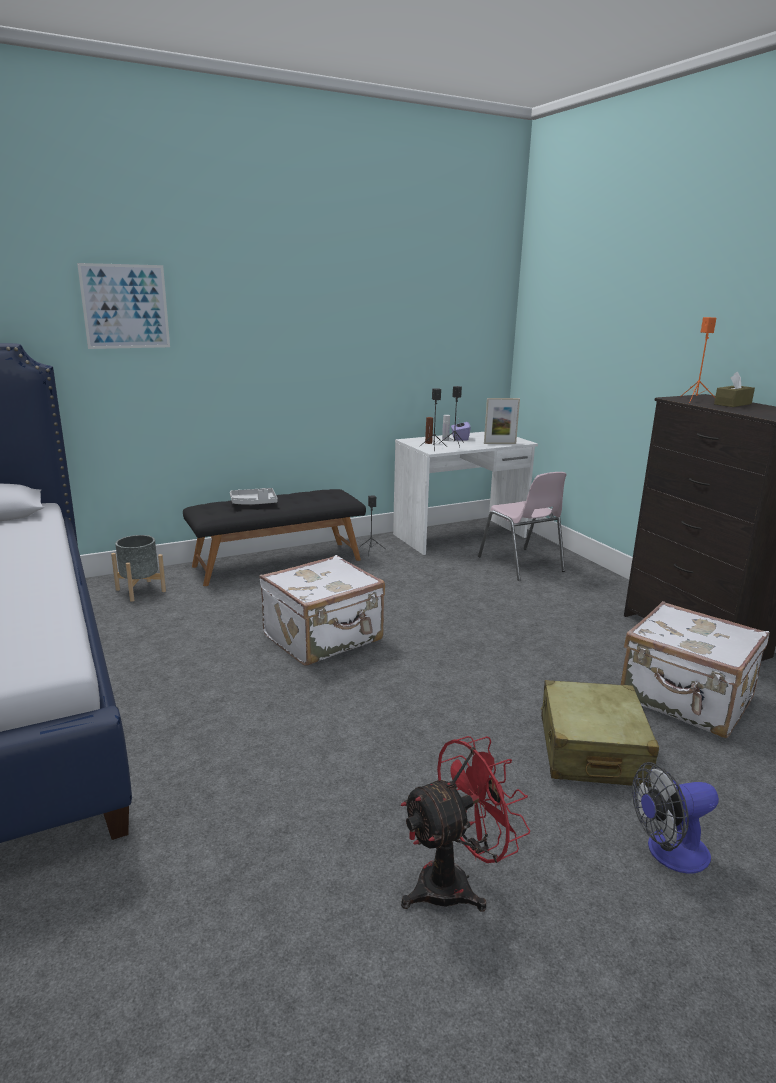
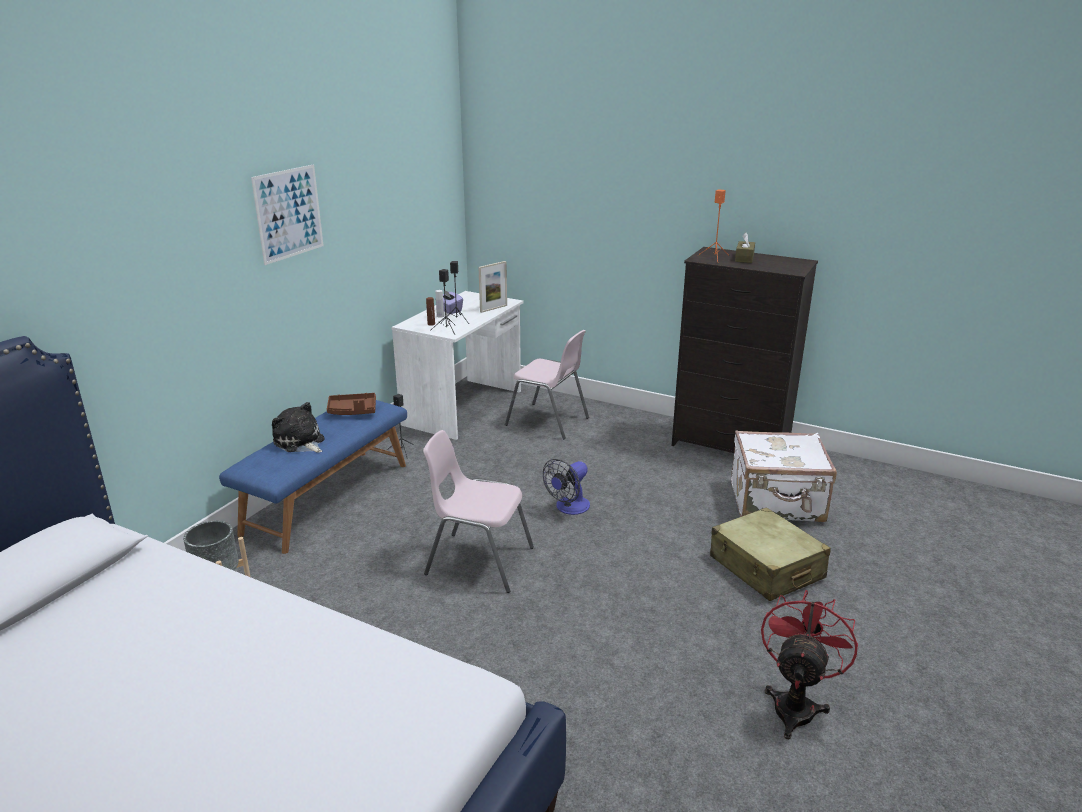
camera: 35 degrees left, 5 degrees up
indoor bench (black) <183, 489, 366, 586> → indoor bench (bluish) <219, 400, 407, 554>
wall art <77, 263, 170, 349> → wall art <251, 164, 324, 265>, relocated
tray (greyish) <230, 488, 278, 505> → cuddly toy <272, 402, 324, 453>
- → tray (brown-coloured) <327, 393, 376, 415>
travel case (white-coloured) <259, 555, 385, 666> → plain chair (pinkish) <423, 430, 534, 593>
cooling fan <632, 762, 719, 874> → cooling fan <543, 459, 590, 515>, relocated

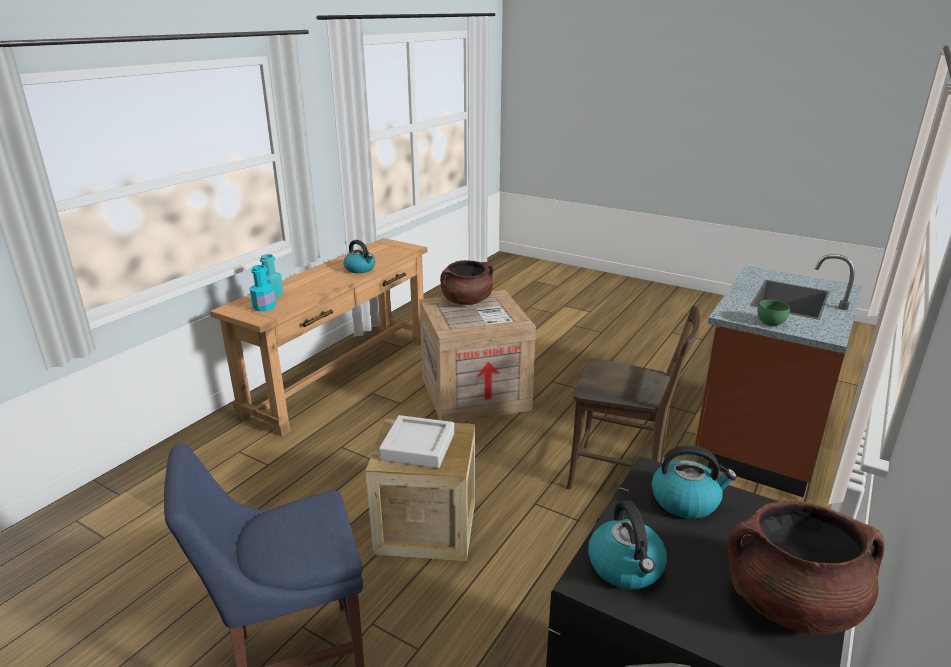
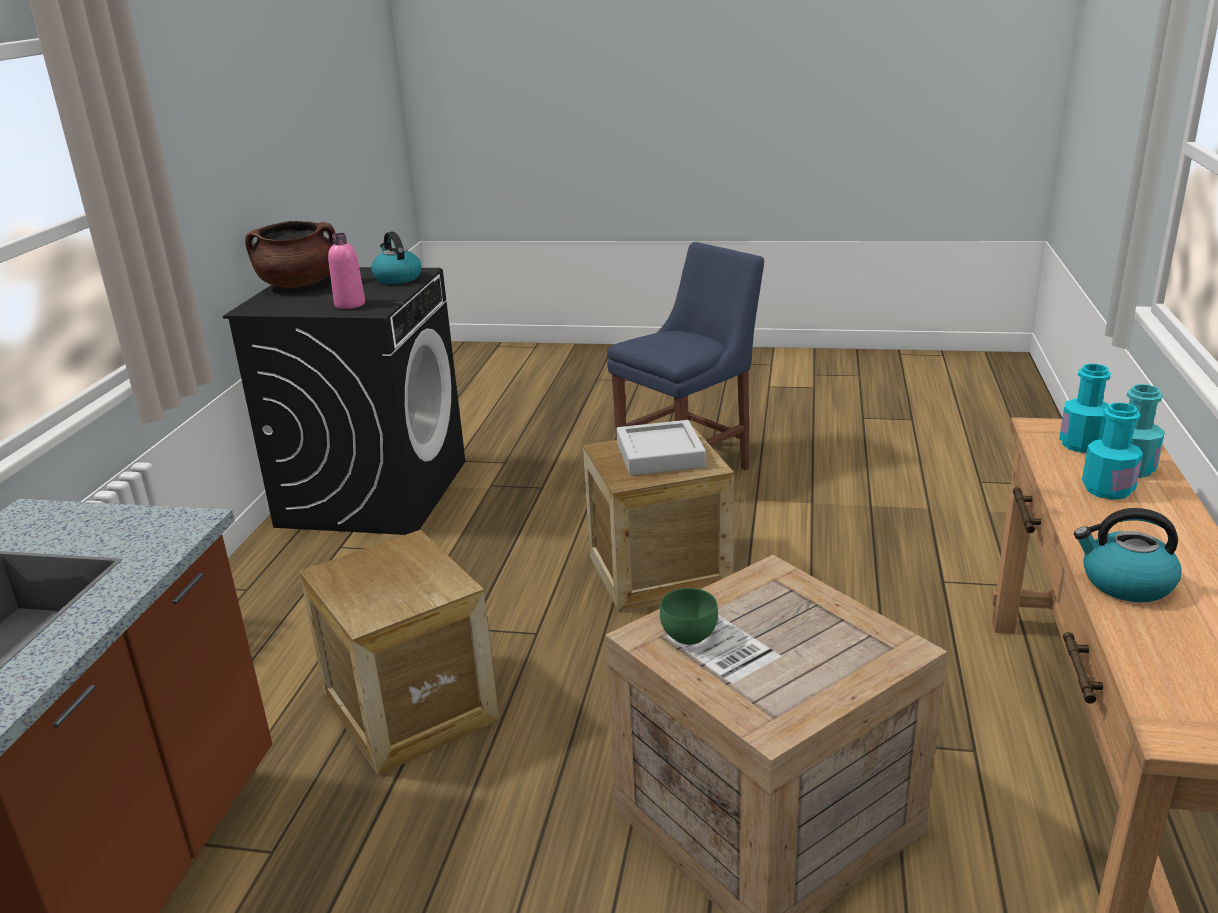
camera: 160 degrees right, 0 degrees up
plain chair (brown-coloured) <566, 305, 700, 489> → packing crate <299, 530, 499, 775>
tea kettle <652, 445, 737, 519> → bottle (pinkish) <328, 233, 365, 309>
serving bowl (greenish) <757, 300, 790, 327> → serving bowl (greenish) <660, 588, 718, 645>, relocated
- → bottle (turquoise) <1082, 402, 1143, 500>
saucepot (brown-coloured) <440, 260, 493, 305> → -

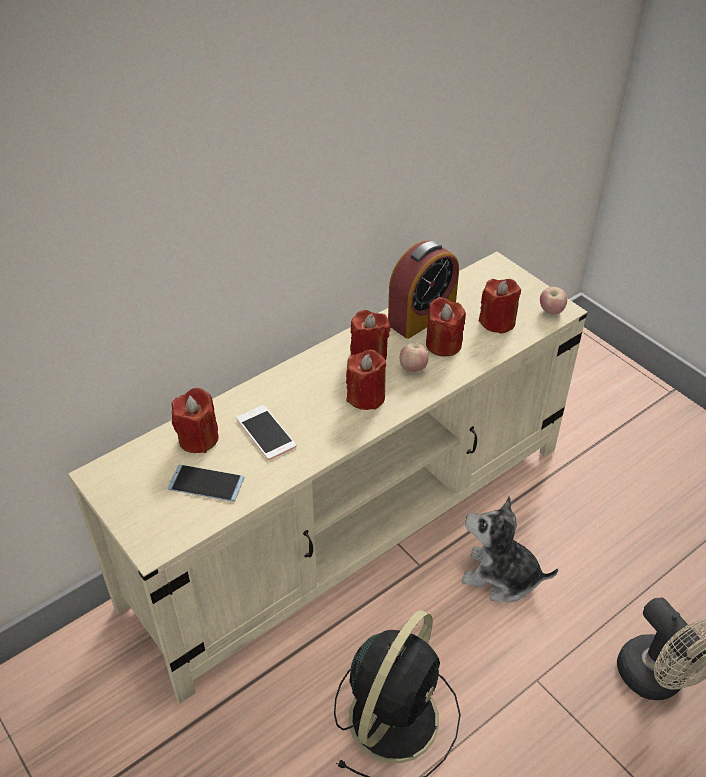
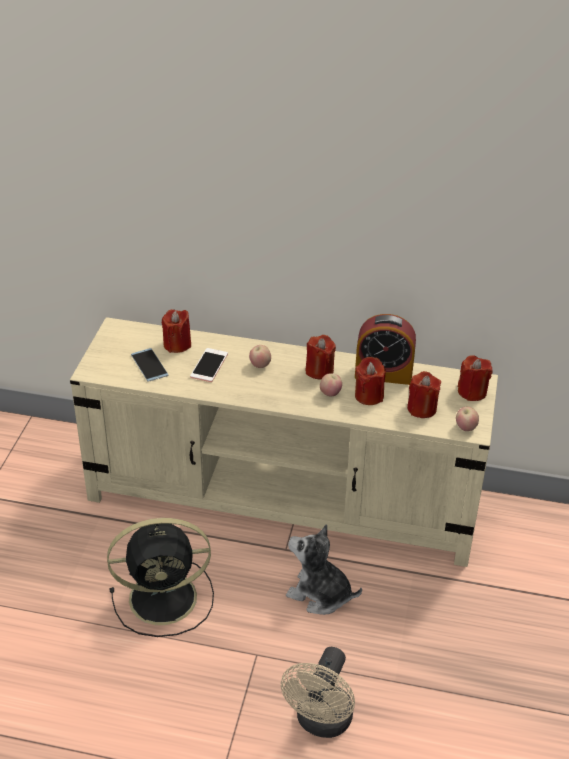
camera: 50 degrees right, 5 degrees down
- → apple <249, 345, 271, 368>
cuddly toy <462, 496, 558, 602> → cuddly toy <286, 524, 362, 615>, 45 degrees counterclockwise
wax candle (reddish) <346, 349, 386, 410> → wax candle (reddish) <458, 355, 493, 401>, relocated

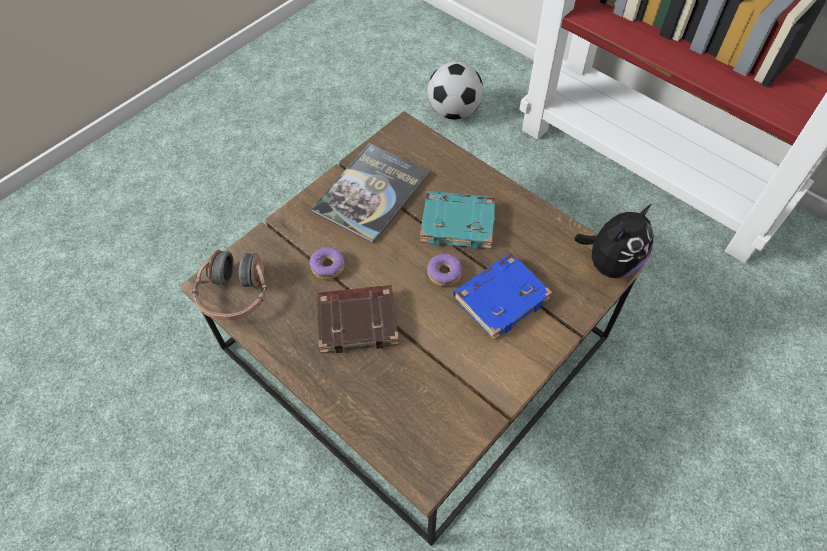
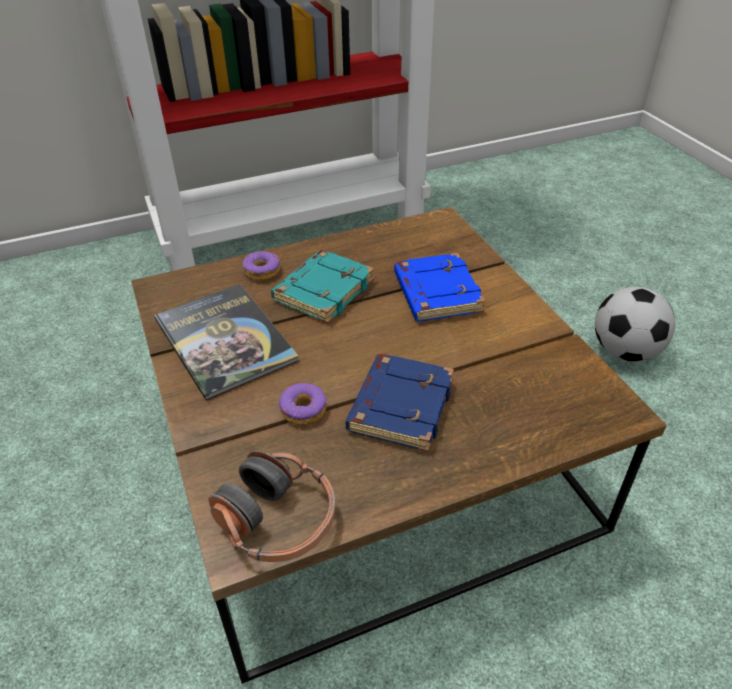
camera: 65 degrees left, 15 degrees down
ring doughnut <427, 254, 462, 286> → ring doughnut <242, 251, 280, 281>, relocated
volume (brown-coloured) <317, 285, 399, 353> → volume (bluish) <345, 354, 454, 452>
football <427, 62, 483, 120> → football <595, 287, 675, 362>, relocated
cuddly toy <574, 204, 654, 278> → -

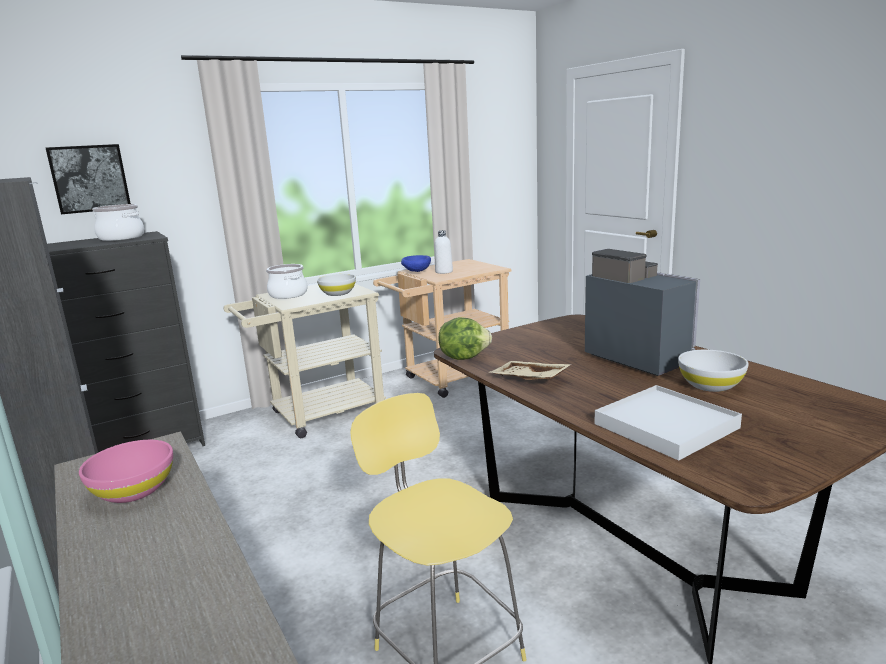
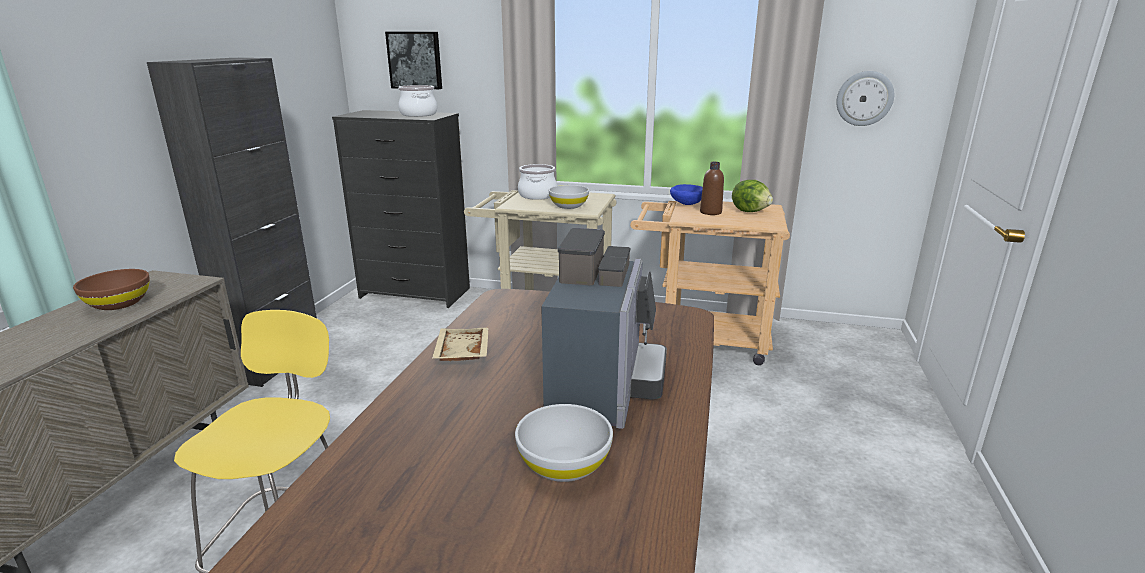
camera: 45 degrees right, 5 degrees up
serving bowl (pinkish) <79, 440, 173, 503> → serving bowl (brown-coloured) <73, 269, 150, 310>
bottle (white-coloured) <435, 230, 453, 274> → bottle (brown-coloured) <700, 162, 724, 215>
lettuce <438, 317, 492, 360> → lettuce <732, 180, 773, 212>, relocated
- → clock on the wall <836, 71, 894, 126>
tray (white-coloured) <594, 385, 742, 461> → -

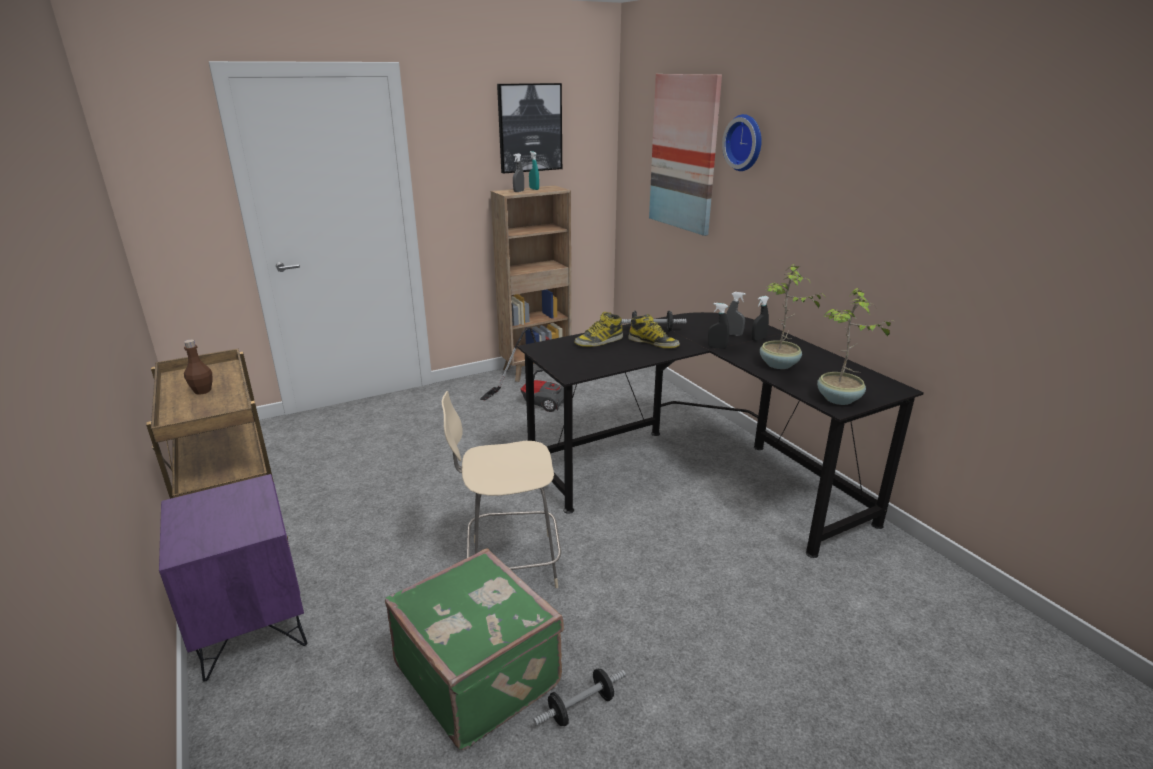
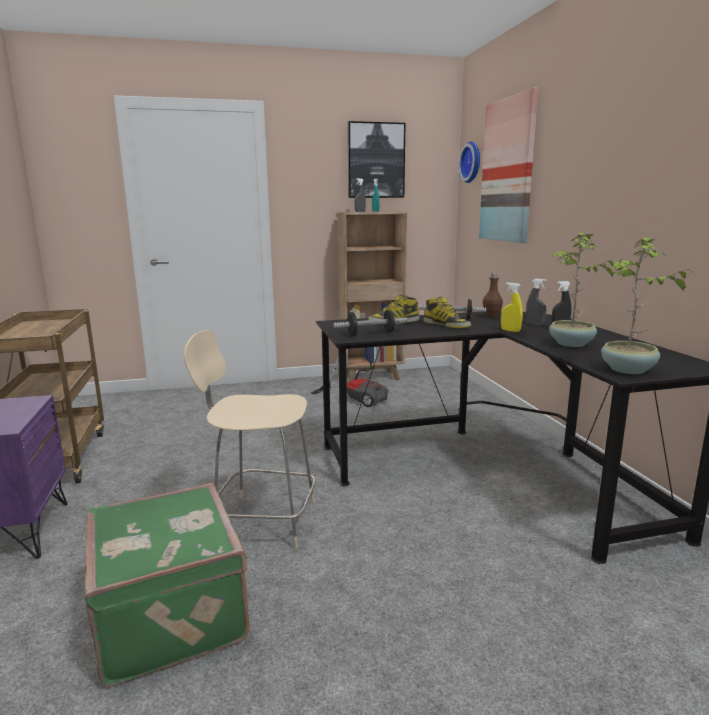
camera: 15 degrees right, 10 degrees down
dumbbell <533, 669, 626, 726> → dumbbell <334, 310, 407, 336>, relocated
clock on the wall <722, 114, 762, 171> → clock on the wall <459, 141, 480, 183>, relocated
bottle (brown-coloured) <184, 340, 213, 395> → bottle (brown-coloured) <483, 273, 503, 318>, relocated
sprayer (black) <708, 303, 729, 349> → sprayer (yellow) <501, 282, 523, 332>

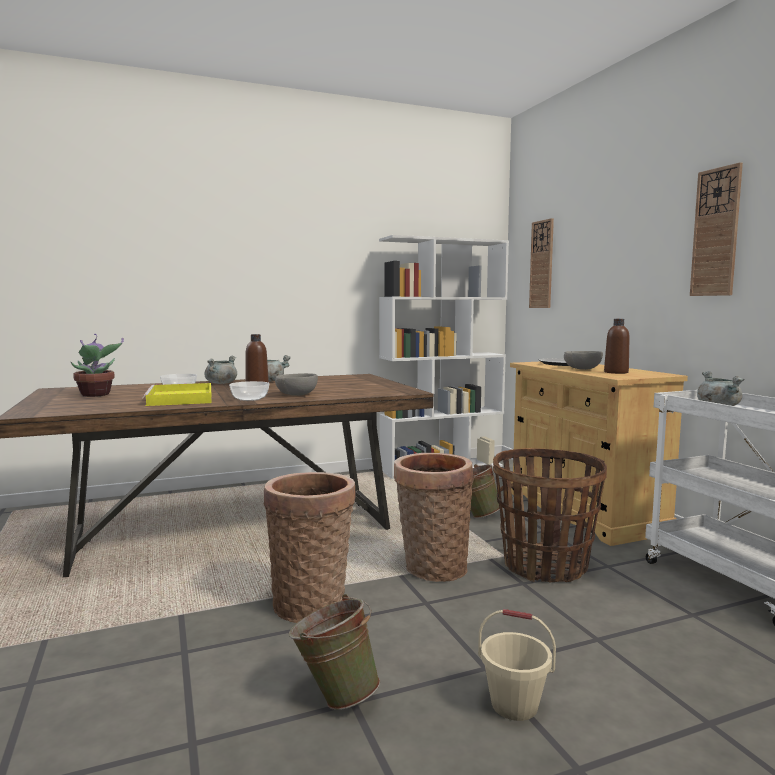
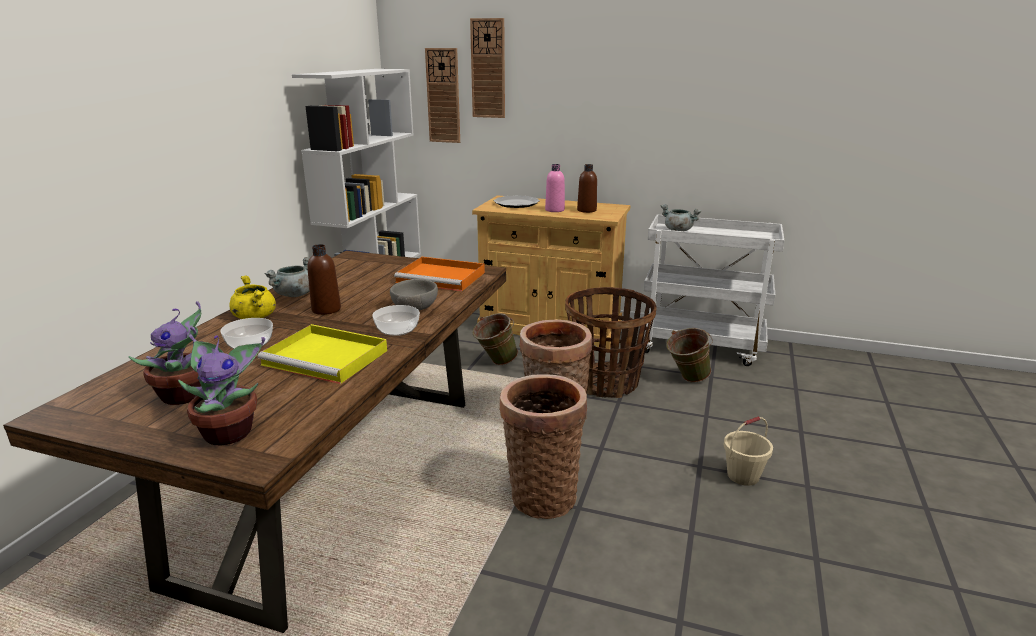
camera: 50 degrees left, 15 degrees up
- → houseplant <178, 334, 265, 446>
saucepot (greyish) <204, 356, 237, 384> → saucepot (yellow) <230, 276, 276, 319>
- → tray (orange-coloured) <394, 257, 485, 291>
clock on the wall <690, 162, 743, 296> → clock on the wall <470, 18, 505, 118>, relocated
serving bowl (greyish) <564, 351, 603, 370> → bottle (pinkish) <545, 164, 565, 212>
bucket (greenish) <289, 594, 380, 710> → bucket (greenish) <666, 328, 713, 382>, relocated

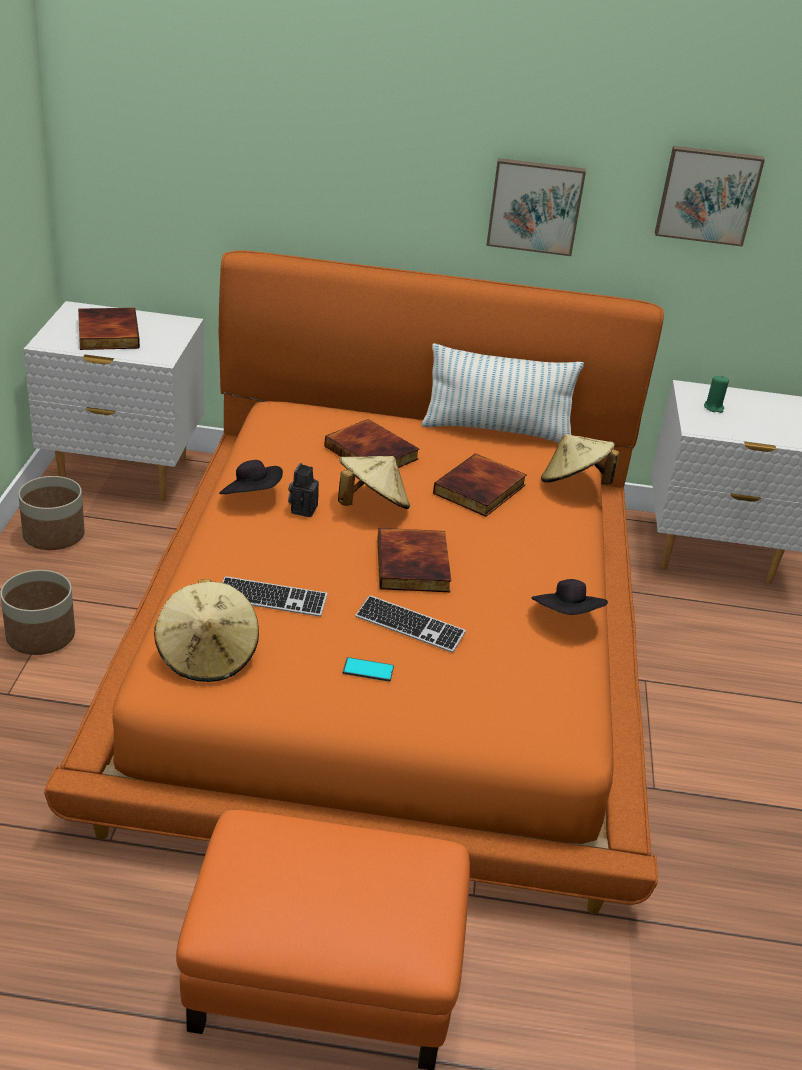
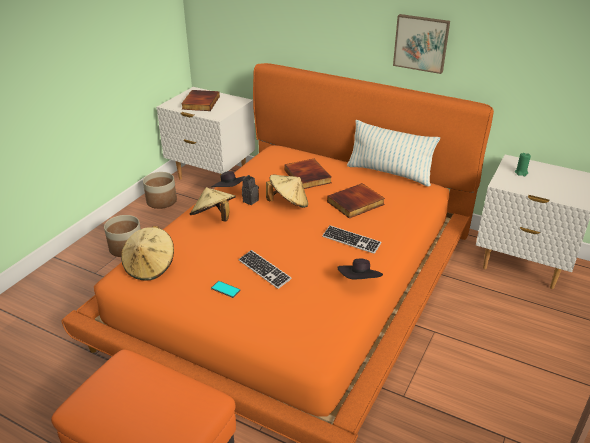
camera: 25 degrees right, 0 degrees up
clothing hat (sand-coloured) <541, 434, 620, 484> → clothing hat (sand-coloured) <190, 187, 236, 221>, relocated
PC keyboard <222, 576, 328, 617> → PC keyboard <322, 226, 381, 254>, relocated
volume <377, 528, 451, 592> → -
wall art <655, 146, 765, 247> → -

